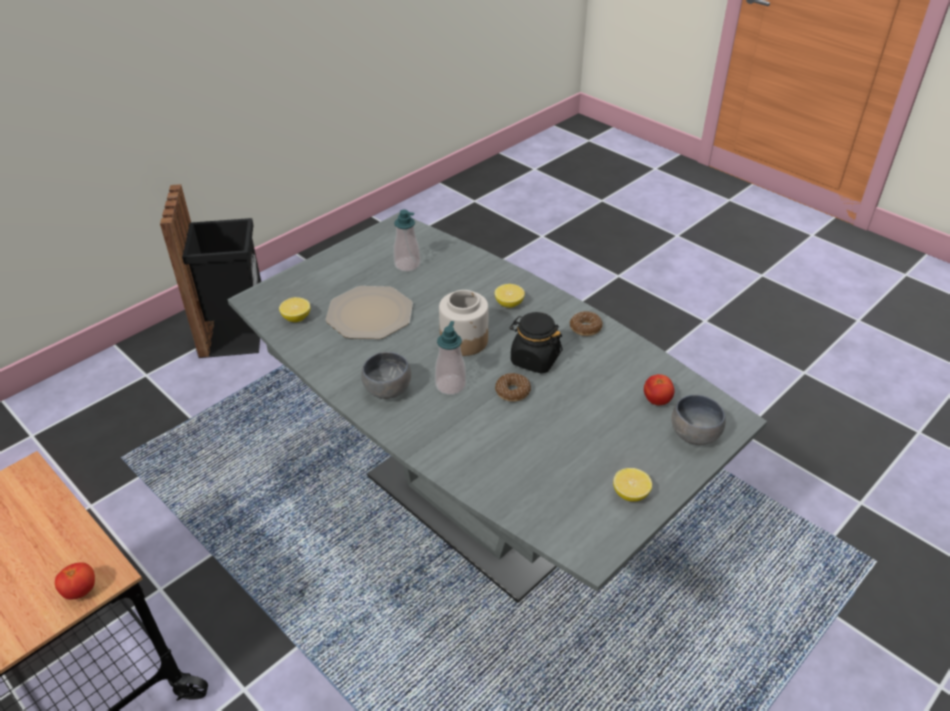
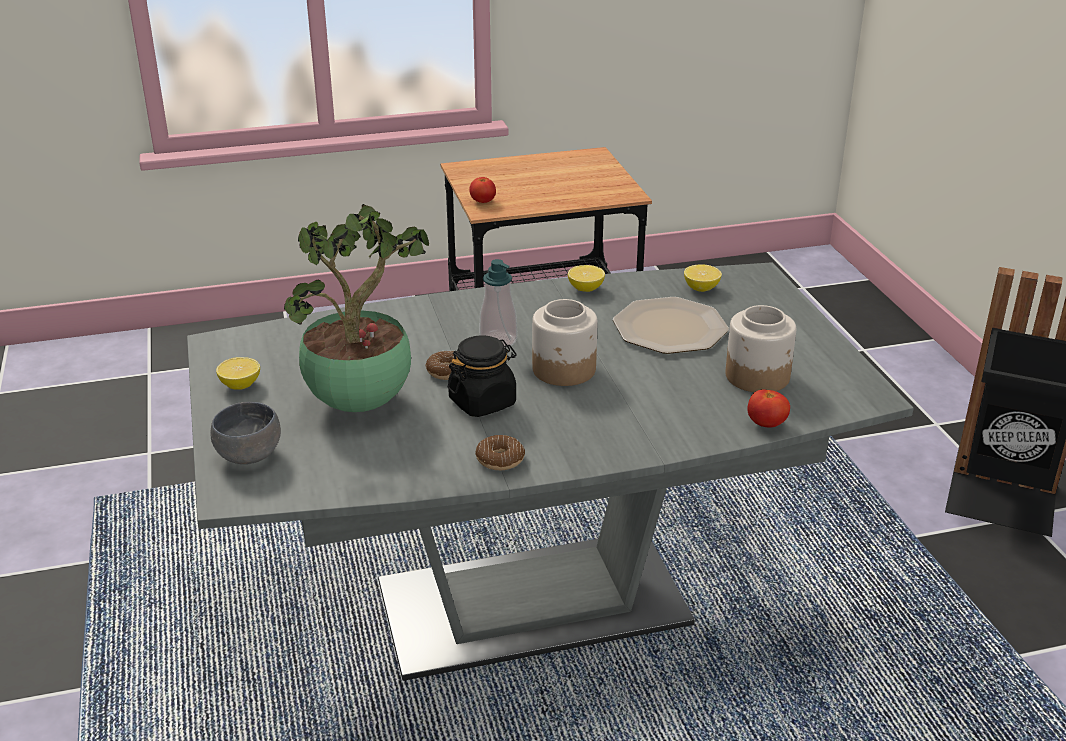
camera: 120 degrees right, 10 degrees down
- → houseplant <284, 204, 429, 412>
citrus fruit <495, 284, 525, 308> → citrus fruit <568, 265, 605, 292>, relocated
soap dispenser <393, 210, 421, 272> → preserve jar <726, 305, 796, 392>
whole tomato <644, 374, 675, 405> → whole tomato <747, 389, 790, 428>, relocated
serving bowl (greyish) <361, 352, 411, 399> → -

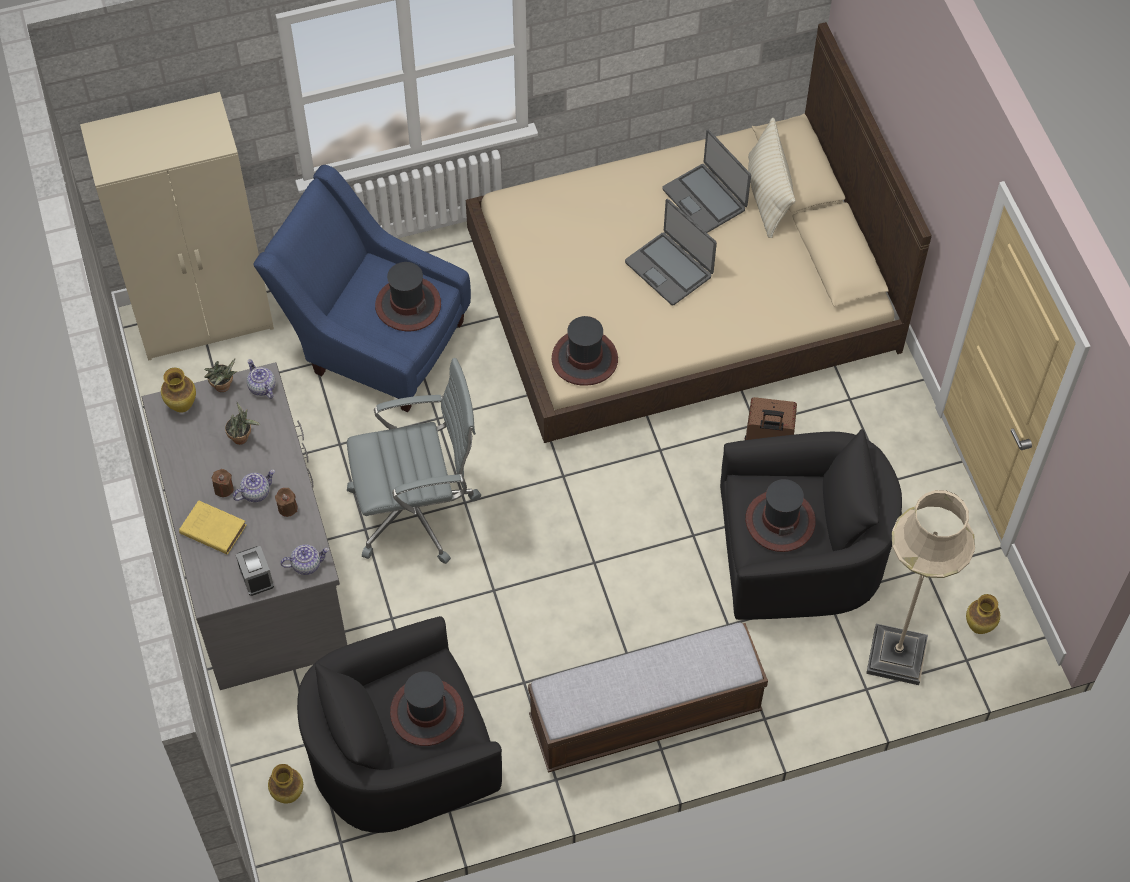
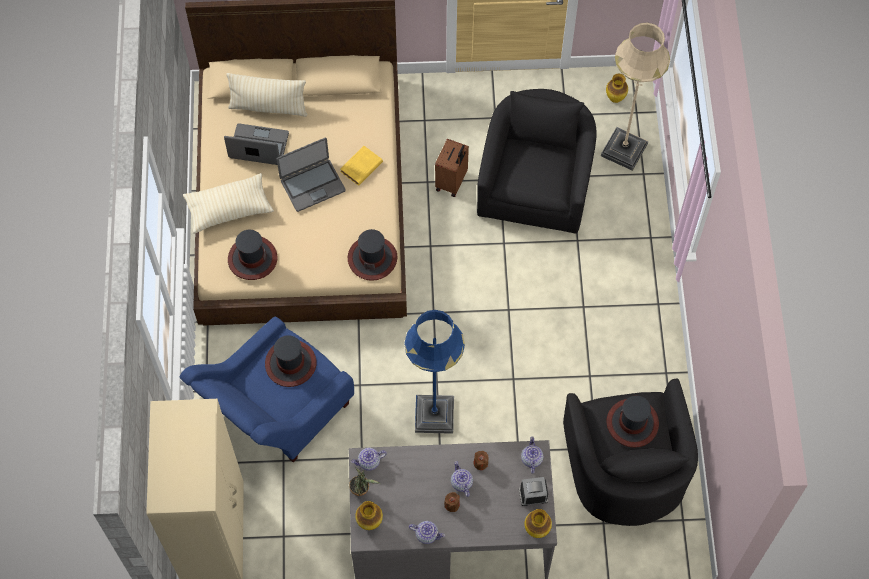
camera: 75 degrees left, 5 degrees up
- → throw pillow (sand-coloured) <183, 173, 274, 234>
notebook computer <662, 130, 751, 233> → notebook computer <224, 123, 289, 165>, 150 degrees counterclockwise
clothing hat <745, 479, 816, 552> → clothing hat <228, 230, 277, 280>, relocated
volume (yellow) <179, 500, 247, 555> → volume (yellow) <340, 146, 383, 186>, relocated
office chair (greyish) <347, 358, 481, 564> → floor lamp (bluish) <404, 310, 465, 434>
- → teapot <409, 521, 445, 544>
vase <268, 764, 303, 803> → vase <524, 509, 552, 538>, relocated
houseplant <225, 402, 261, 445> → -
indoor bench <528, 622, 768, 773> → -

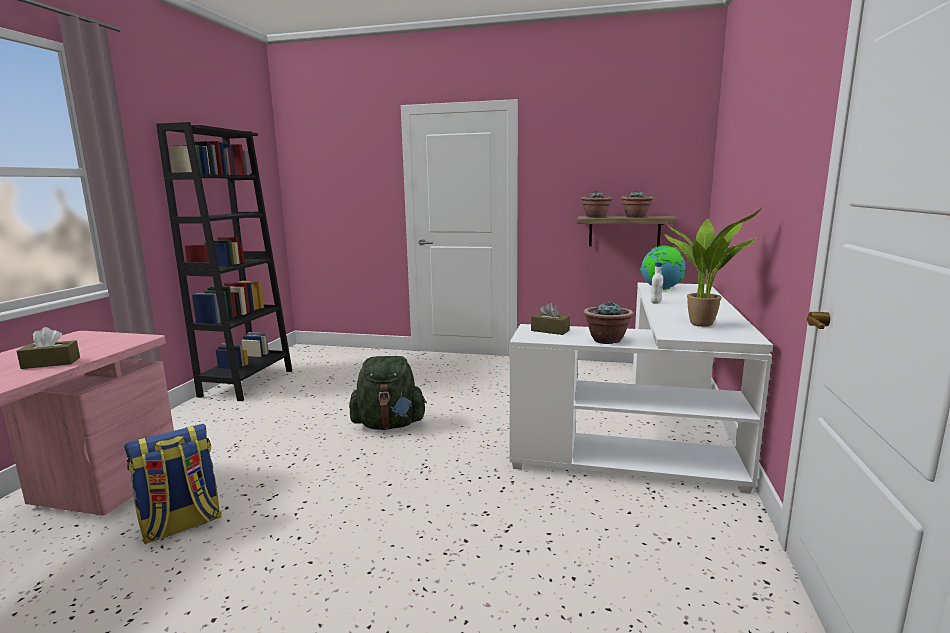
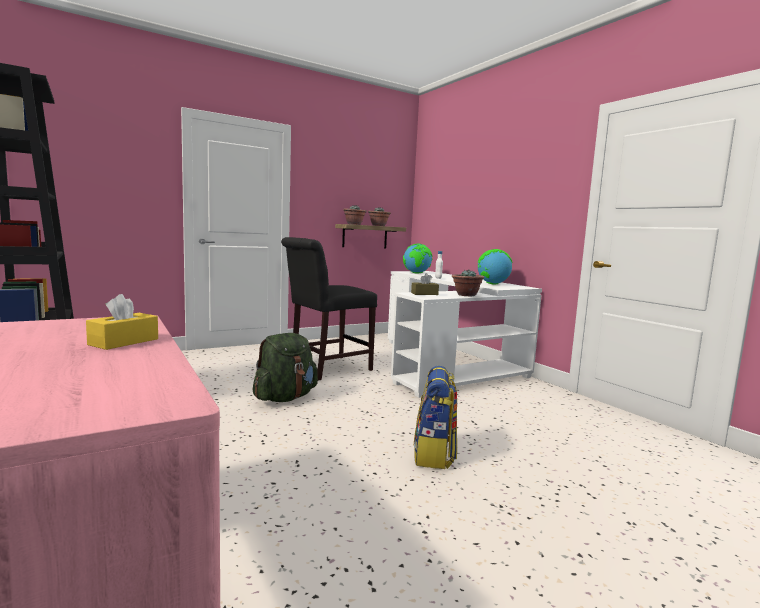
camera: 45 degrees left, 5 degrees down
box of tissues (brown-coloured) <16, 327, 80, 369> → box of tissues (yellow) <86, 294, 158, 350>
- → plain chair (black) <281, 237, 377, 381>
backpack <124, 424, 222, 545> → backpack <414, 366, 457, 469>, relocated
houseplant <665, 207, 763, 327> → desk globe <478, 249, 512, 285>

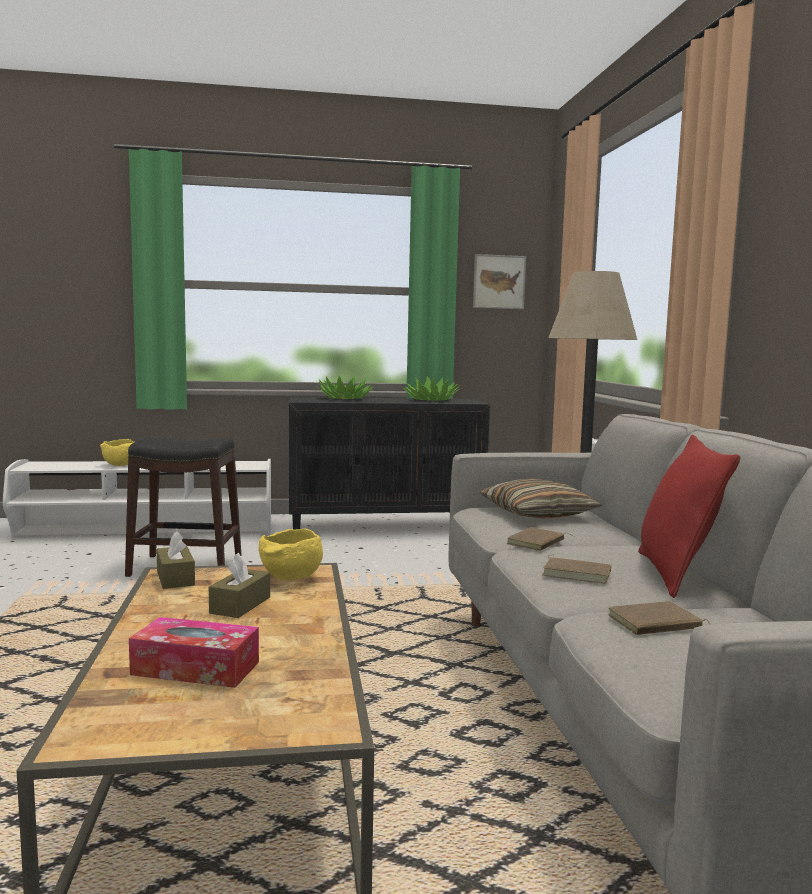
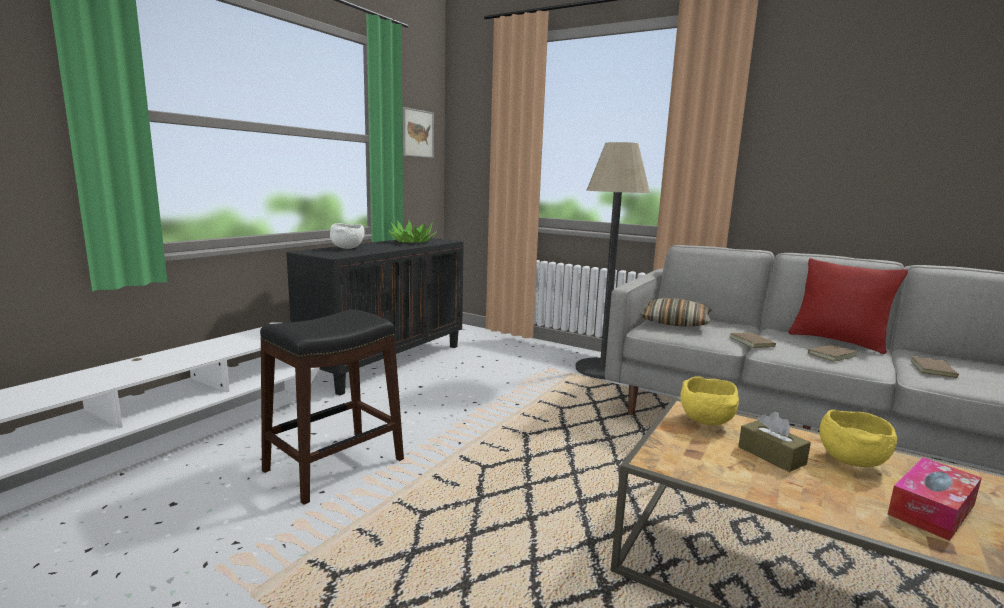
camera: 50 degrees left, 5 degrees up
houseplant <317, 375, 374, 399> → serving bowl (white-coloured) <330, 223, 365, 249>
serving bowl (yellow) <100, 439, 134, 466> → serving bowl (yellow) <819, 410, 897, 467>, relocated
box of tissues (brown-coloured) <156, 531, 195, 589> → -

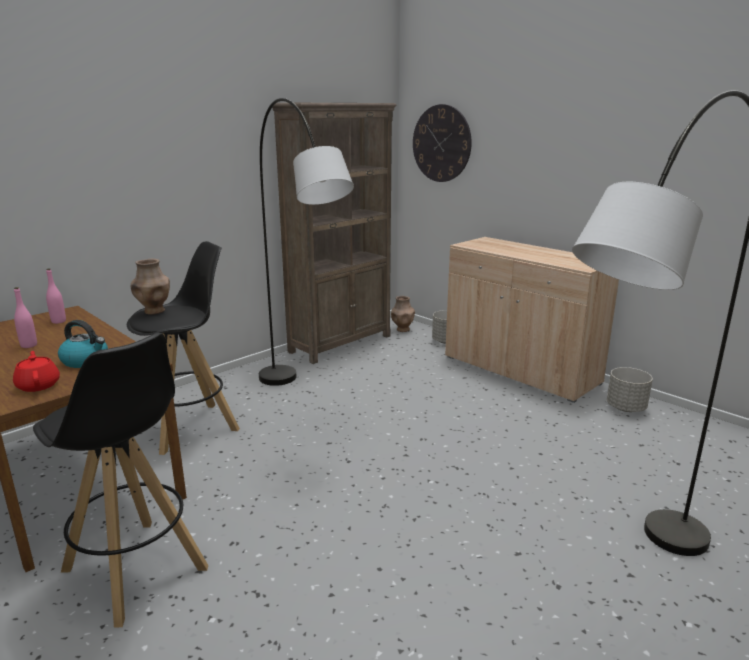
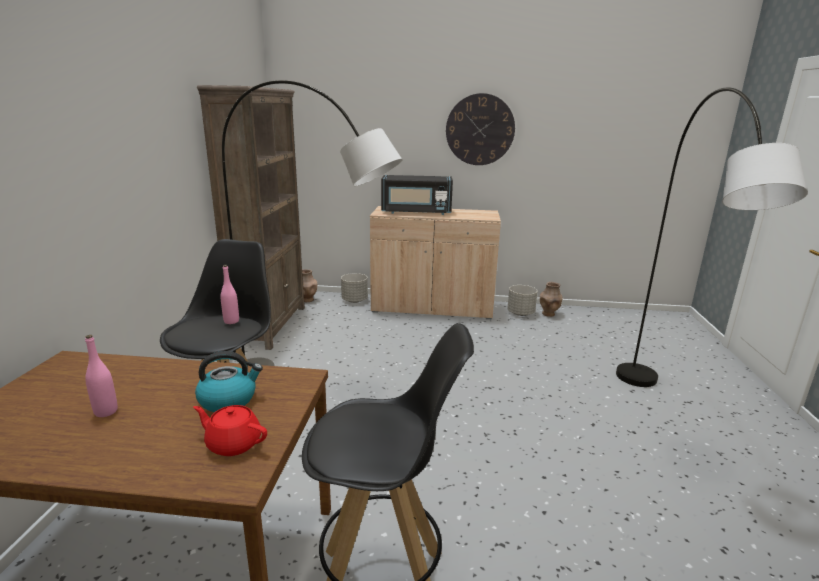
camera: 40 degrees left, 0 degrees up
bottle (pinkish) <46, 268, 66, 324> → bottle (pinkish) <221, 265, 239, 324>, relocated
- → kitchen microwave (black) <381, 175, 453, 215>
clock on the wall <413, 104, 472, 182> → clock on the wall <446, 93, 515, 165>, relocated
vase (brown-coloured) <131, 259, 170, 315> → vase (brown-coloured) <540, 282, 563, 317>, relocated

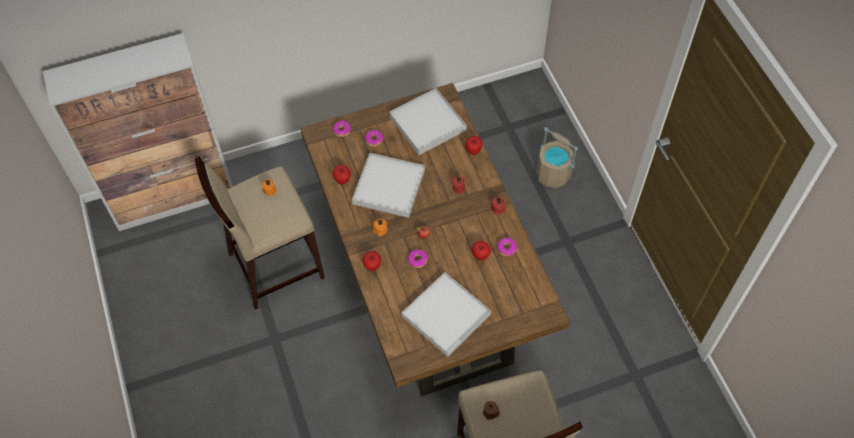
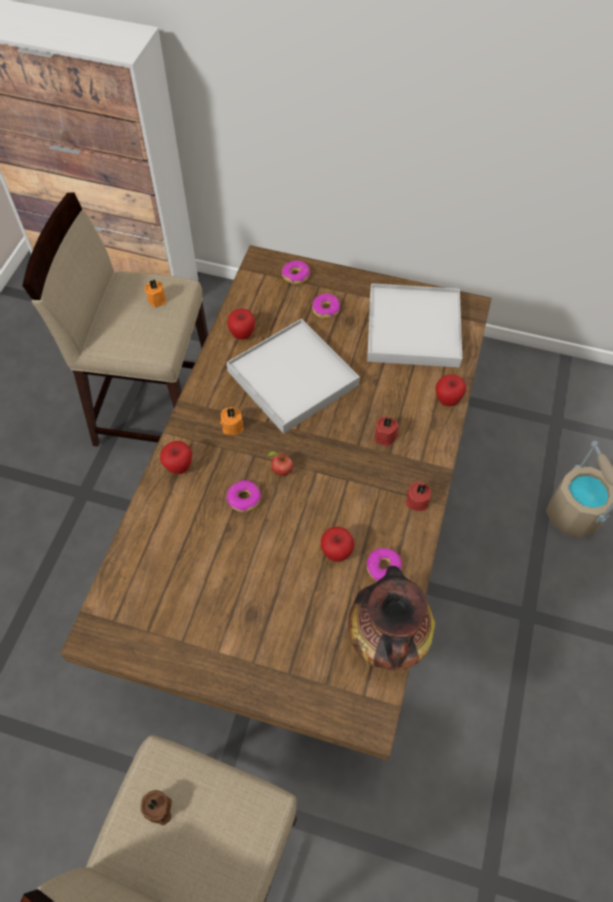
camera: 35 degrees right, 0 degrees up
- → vase <348, 566, 435, 671>
tray (white-coloured) <402, 272, 491, 357> → -

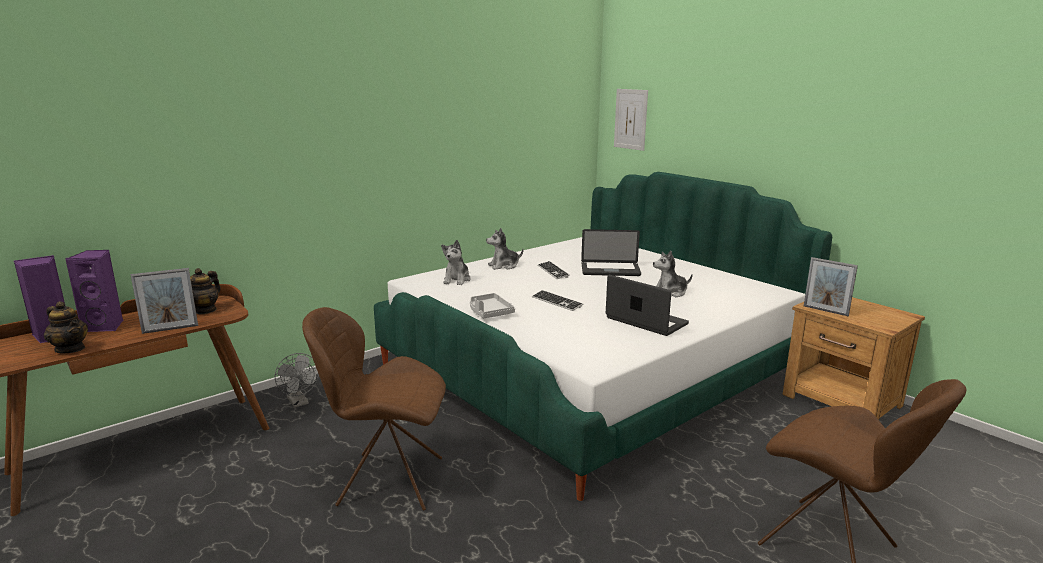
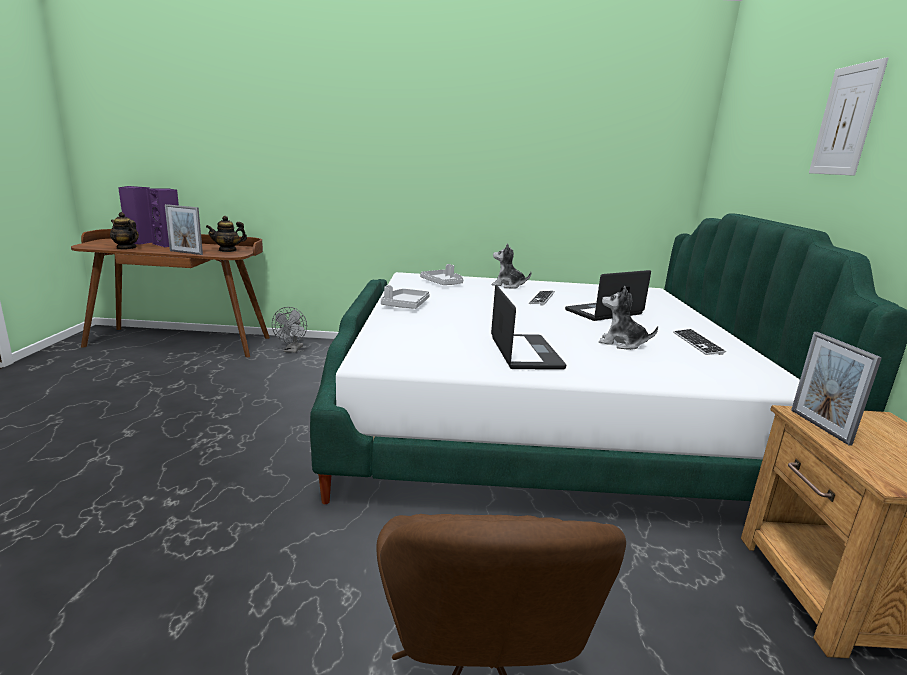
camera: 40 degrees right, 0 degrees up
teapot <44, 301, 88, 353> → teapot <110, 212, 139, 250>, 135 degrees clockwise
cuddly toy <441, 240, 471, 285> → tray (greyish) <420, 264, 464, 285>
notebook computer <581, 229, 641, 276> → notebook computer <565, 270, 651, 321>, 105 degrees clockwise
PC keyboard <532, 290, 583, 311> → PC keyboard <673, 329, 726, 355>, relocated
wall art <614, 89, 648, 151> → wall art <809, 57, 889, 176>, relocated
plain chair (brown-coloured) <302, 307, 446, 511> → -

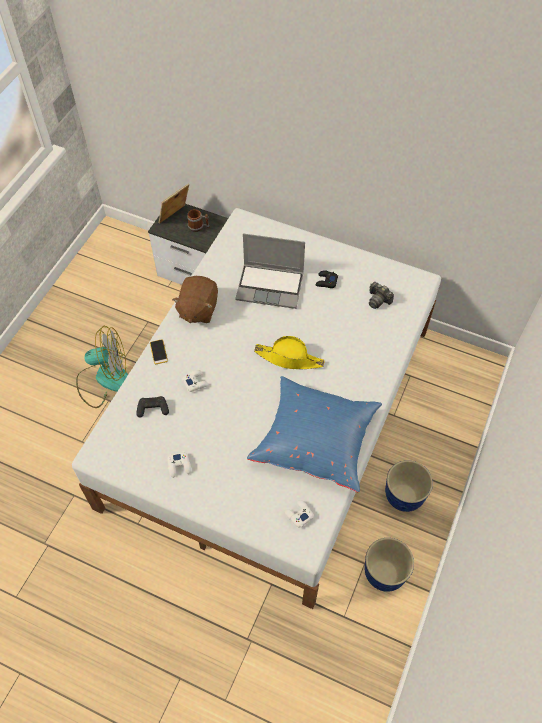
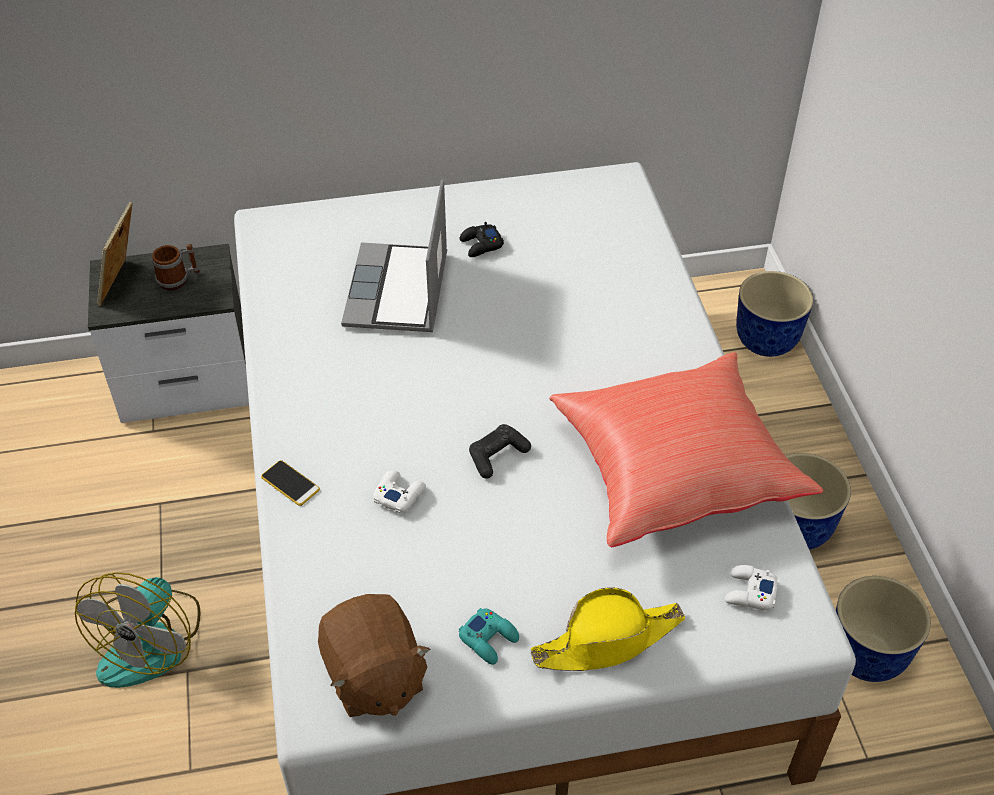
camera: 35 degrees left, 10 degrees down
cooling fan <76, 326, 128, 408> → cooling fan <75, 572, 200, 688>, 150 degrees clockwise
cuddly toy (brown-coloured) <172, 276, 218, 323> → cuddly toy (brown-coloured) <318, 594, 431, 717>, relocated
notebook computer <235, 233, 305, 309> → notebook computer <341, 179, 447, 332>, 120 degrees clockwise
gamepad (white-coloured) <167, 451, 191, 478> → gamepad (turquoise) <459, 608, 519, 665>
gamepad (black) <136, 396, 169, 418> → gamepad (black) <469, 424, 531, 479>, relocated
clothing hat (yellow) <254, 336, 324, 369> → clothing hat (yellow) <531, 587, 685, 671>, relocated
throw pillow (bluish) <247, 376, 382, 492> → throw pillow (reddish) <549, 352, 823, 547>
- → flower pot <736, 271, 814, 357>
photo camera <369, 282, 394, 309> → -

